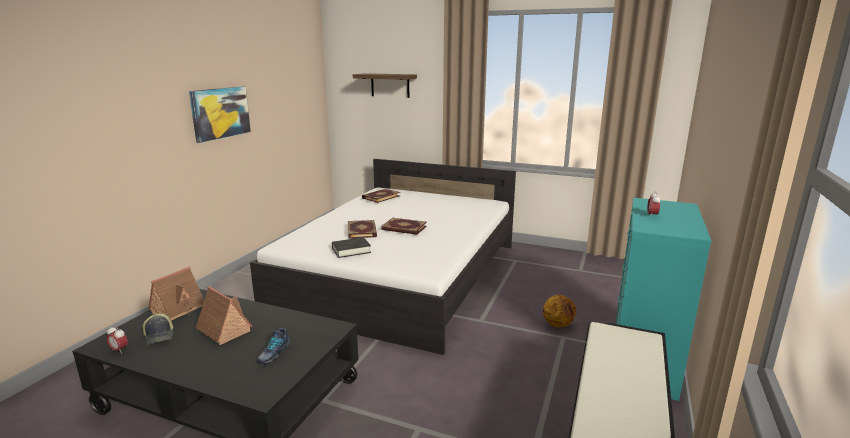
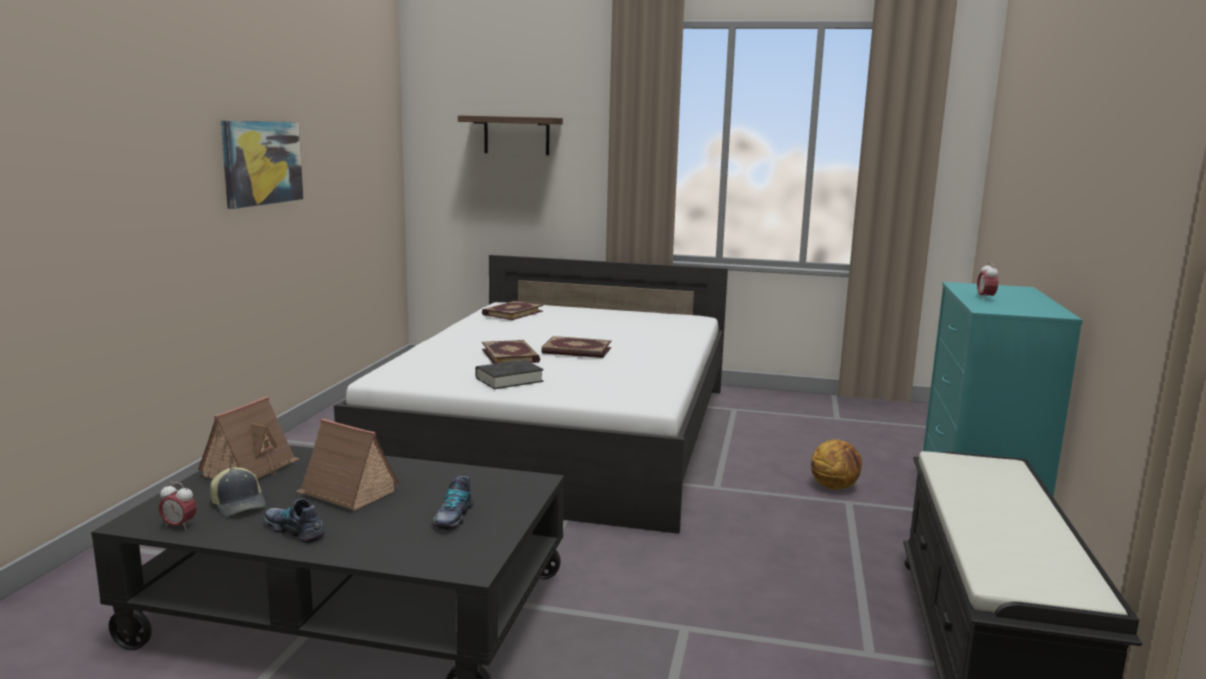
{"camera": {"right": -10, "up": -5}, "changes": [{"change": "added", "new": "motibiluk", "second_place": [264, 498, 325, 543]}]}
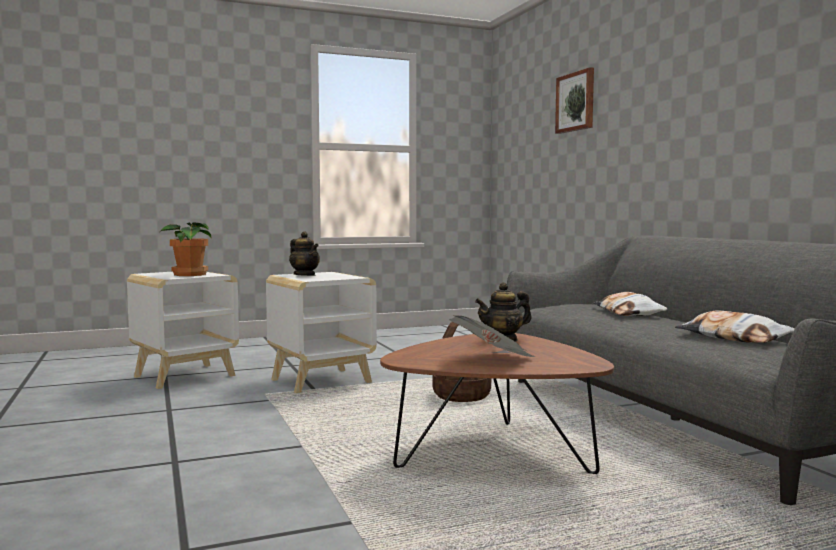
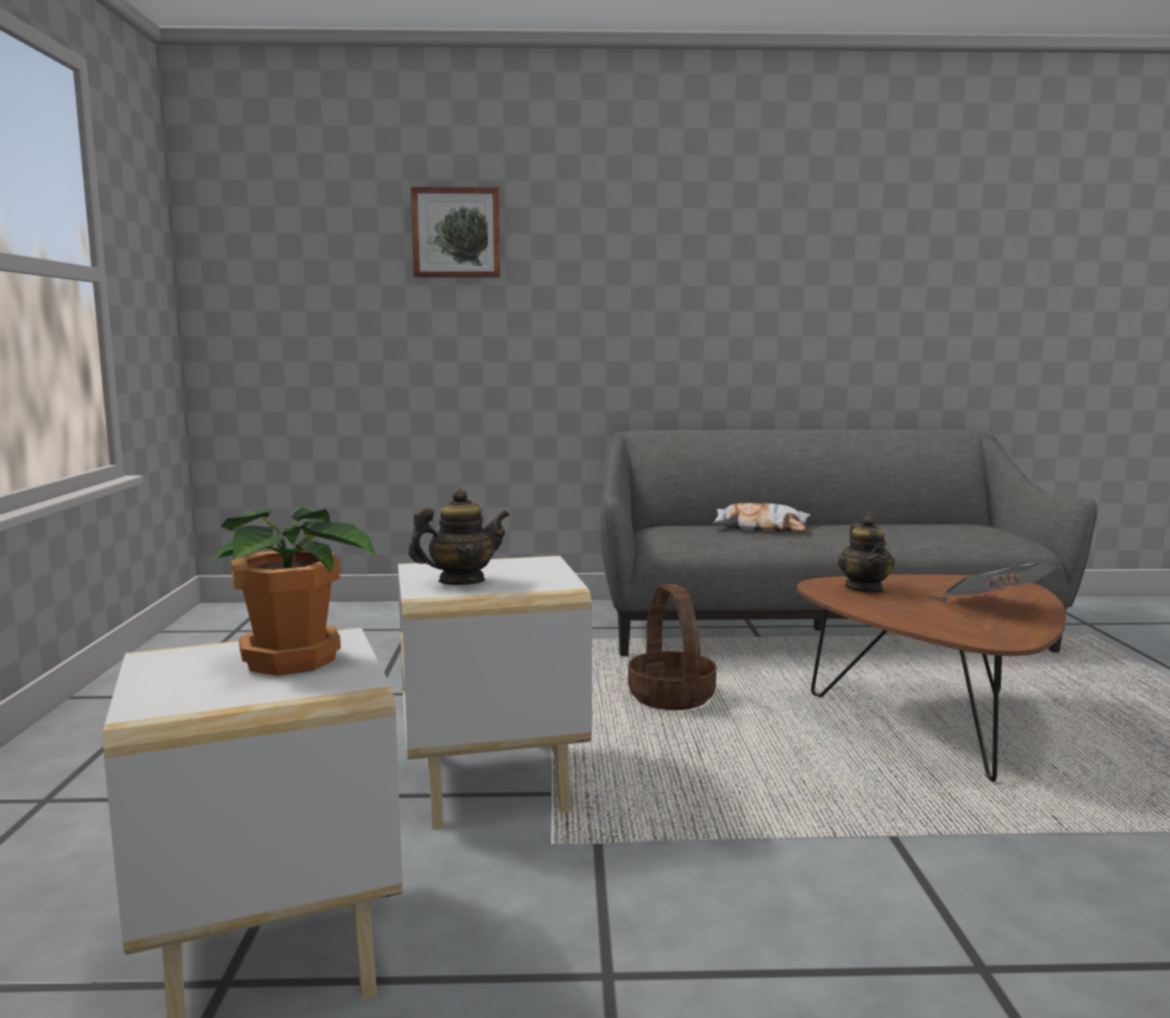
{"camera": {"right": -70, "up": 5}, "changes": [{"change": "removed", "old": "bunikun", "first_place": [675, 310, 795, 343]}]}
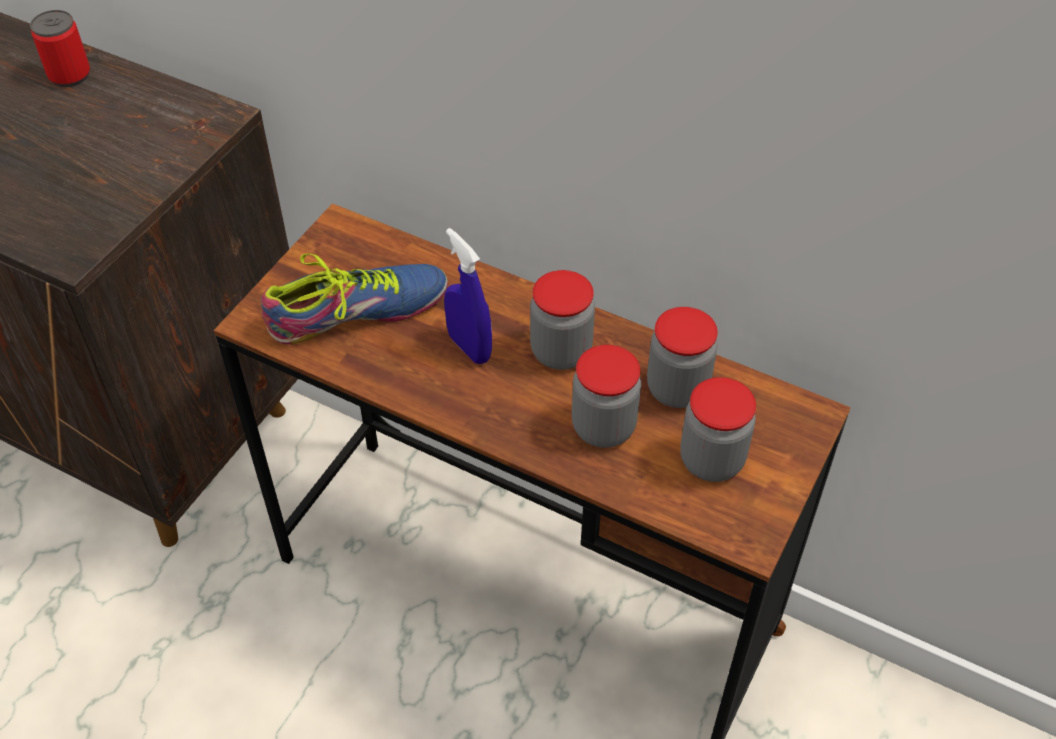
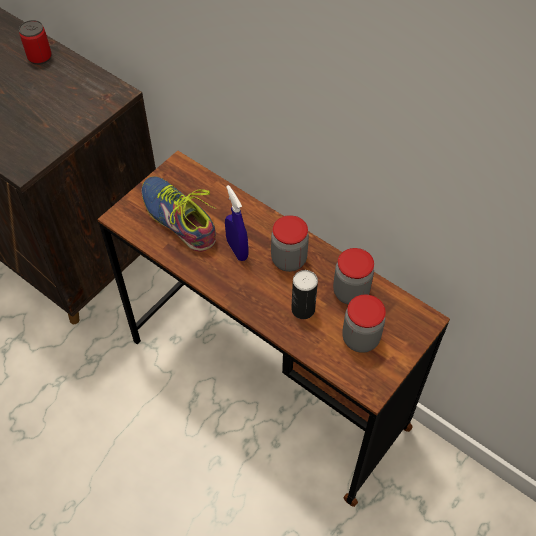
{"camera": {"right": 10, "up": 5}, "changes": [{"change": "turned", "old": "motibiluk", "first_place": [261, 253, 448, 345], "second_place": [141, 176, 216, 252], "degrees": -120}, {"change": "replaced", "old": "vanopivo", "new": "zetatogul", "first_place": [572, 345, 641, 448], "second_place": [291, 270, 318, 319]}]}
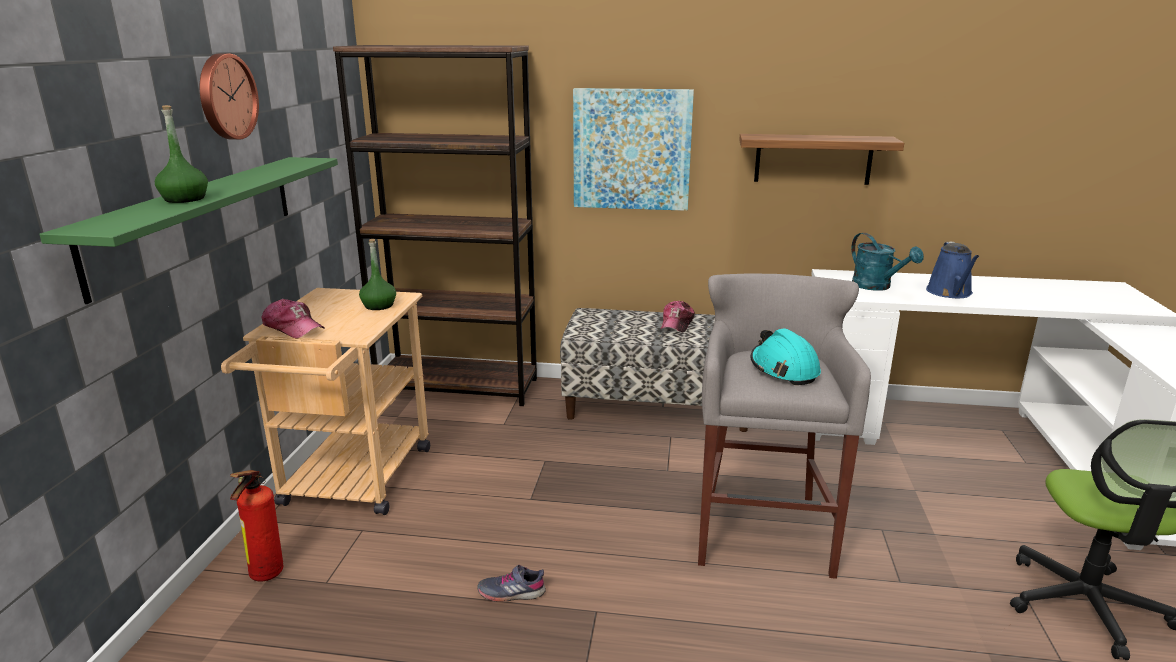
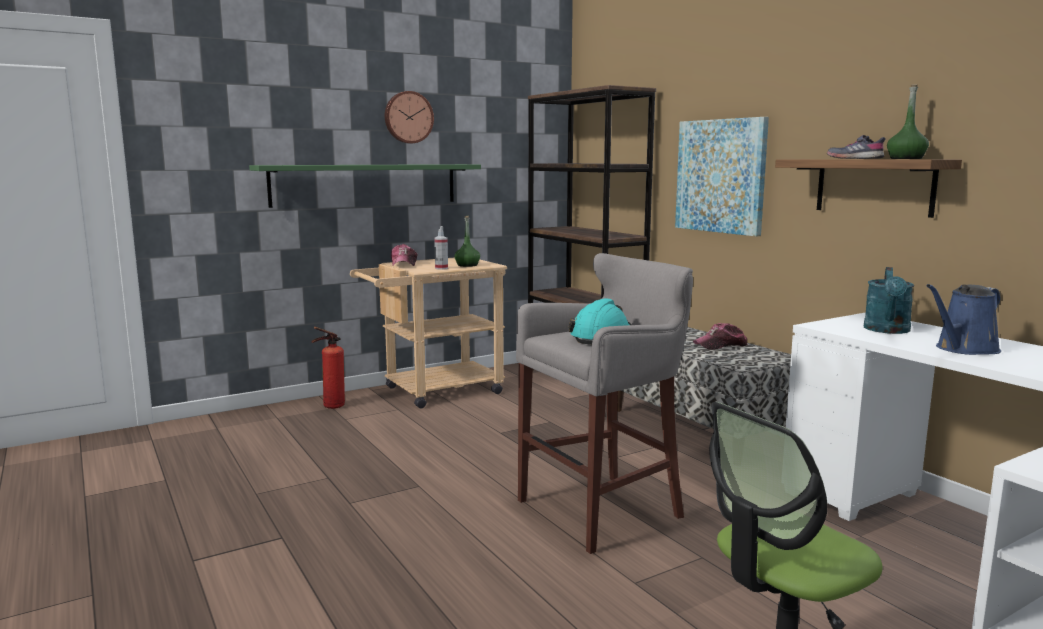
{"camera": {"right": 50, "up": -10}, "changes": [{"change": "added", "new": "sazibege", "second_place": [434, 226, 448, 270]}, {"change": "moved", "old": "grey motibiluk", "first_place": [477, 565, 546, 602], "second_place": [827, 135, 886, 159]}, {"change": "moved", "old": "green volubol", "first_place": [155, 105, 208, 203], "second_place": [887, 84, 929, 159]}]}
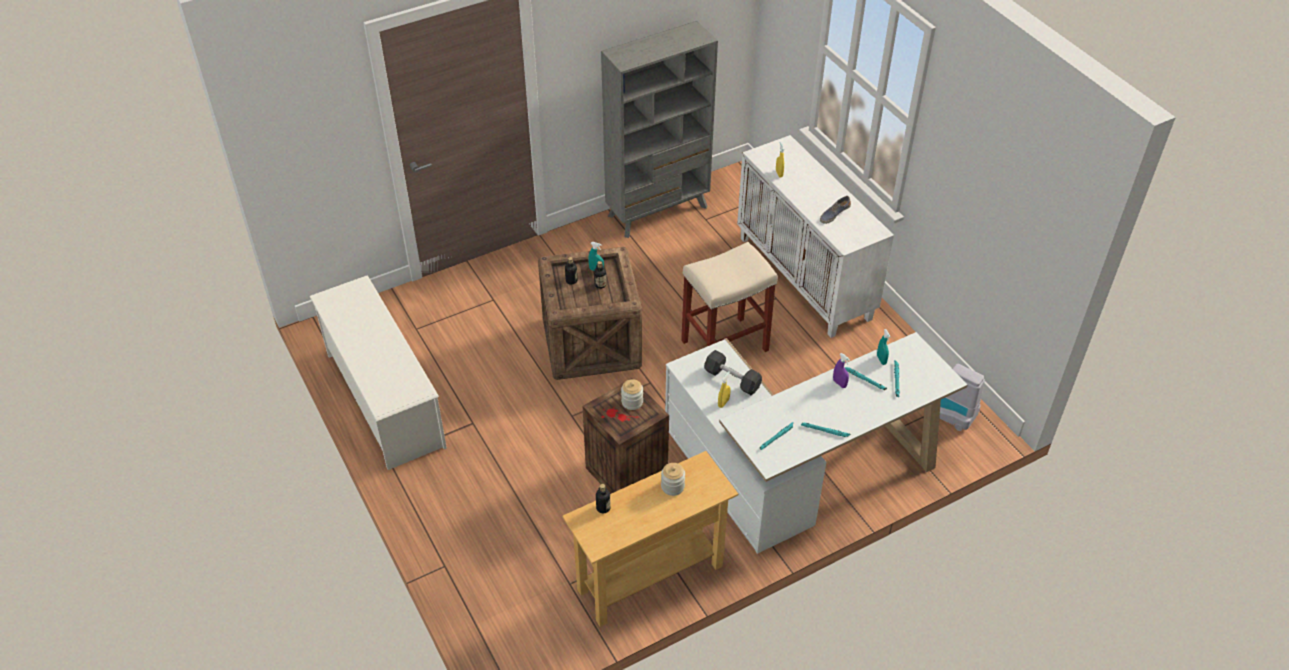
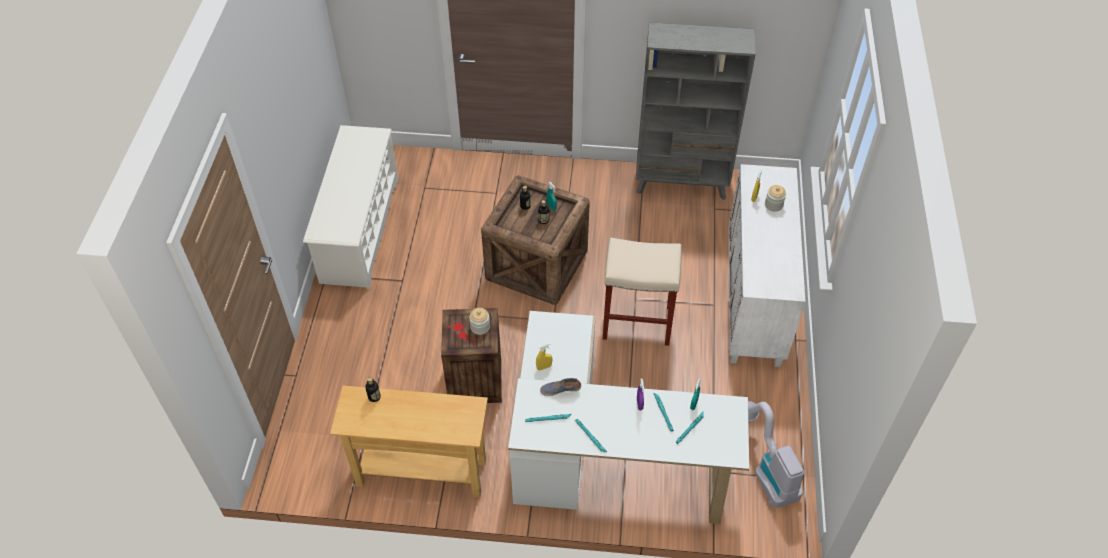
{"camera": {"right": 35, "up": 5}, "changes": [{"change": "moved", "old": "motibiluk", "first_place": [820, 196, 851, 224], "second_place": [540, 378, 581, 396]}, {"change": "moved", "old": "vanopivo", "first_place": [661, 463, 685, 496], "second_place": [765, 185, 786, 211]}, {"change": "removed", "old": "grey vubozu", "first_place": [704, 350, 762, 395]}]}
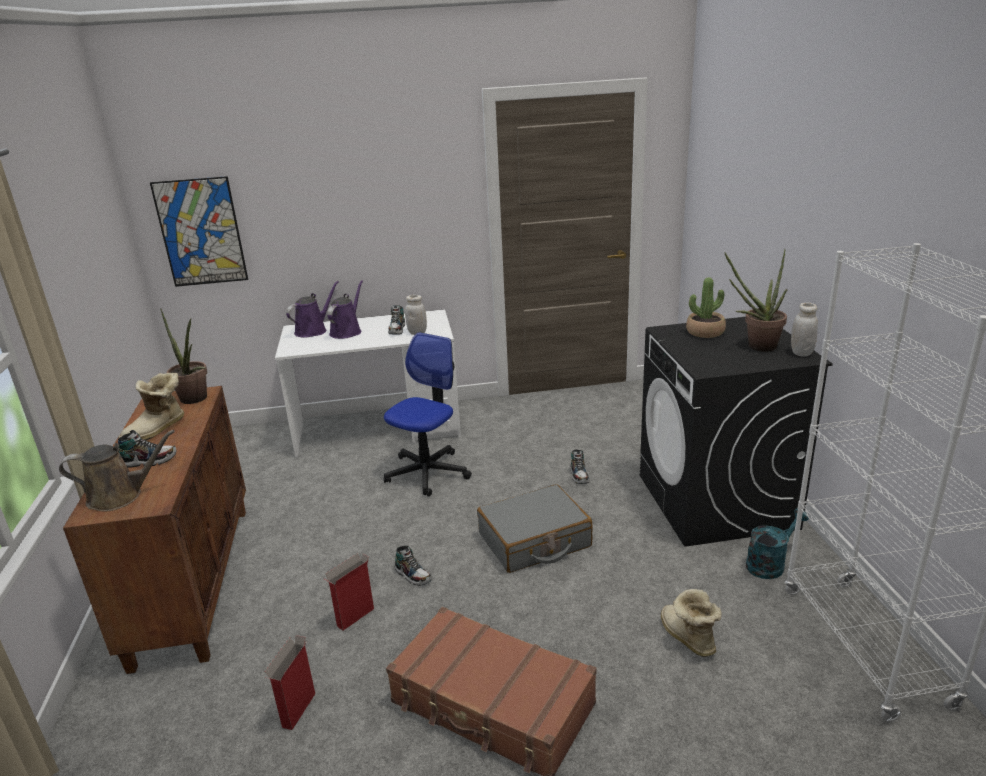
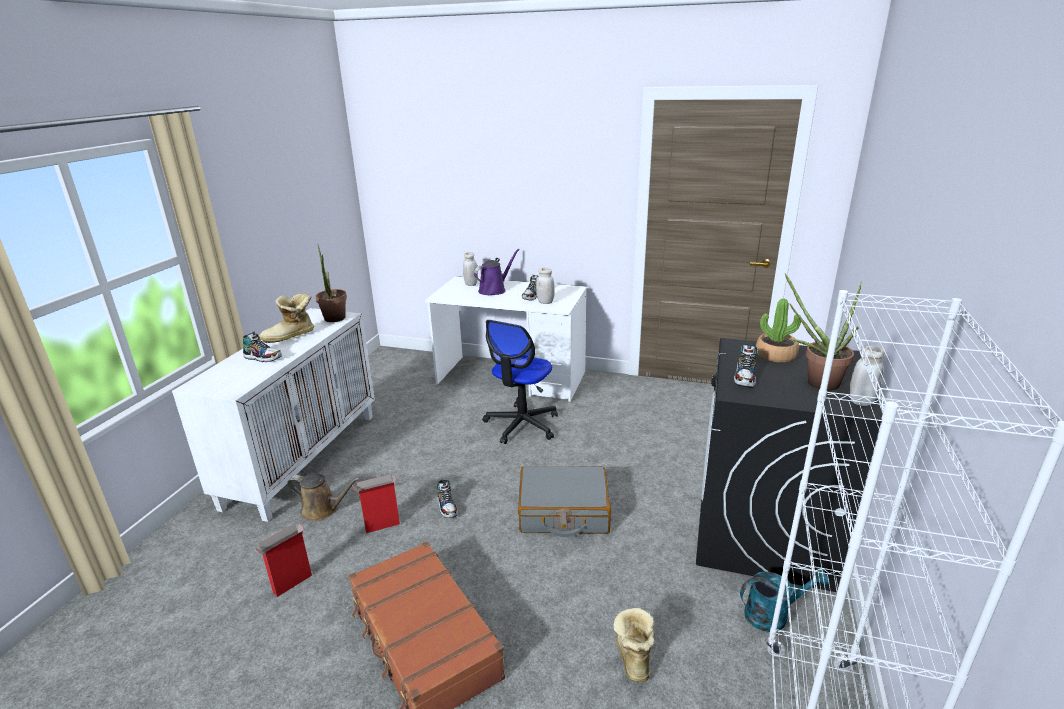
{"camera": {"right": 25, "up": 0}, "changes": [{"change": "recoloured", "old": "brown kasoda", "new": "white kasoda", "first_place": [63, 386, 246, 674], "second_place": [172, 308, 375, 522]}, {"change": "moved", "old": "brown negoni", "first_place": [59, 430, 175, 512], "second_place": [287, 473, 360, 521]}, {"change": "replaced", "old": "purple negoni", "new": "white vanopivo", "first_place": [286, 281, 339, 338], "second_place": [463, 252, 478, 286]}, {"change": "turned", "old": "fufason", "first_place": [384, 332, 472, 496], "second_place": [482, 320, 558, 444], "degrees": 150}, {"change": "moved", "old": "motibiluk", "first_place": [570, 449, 589, 484], "second_place": [734, 344, 758, 388]}, {"change": "removed", "old": "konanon", "first_place": [150, 176, 248, 287]}]}
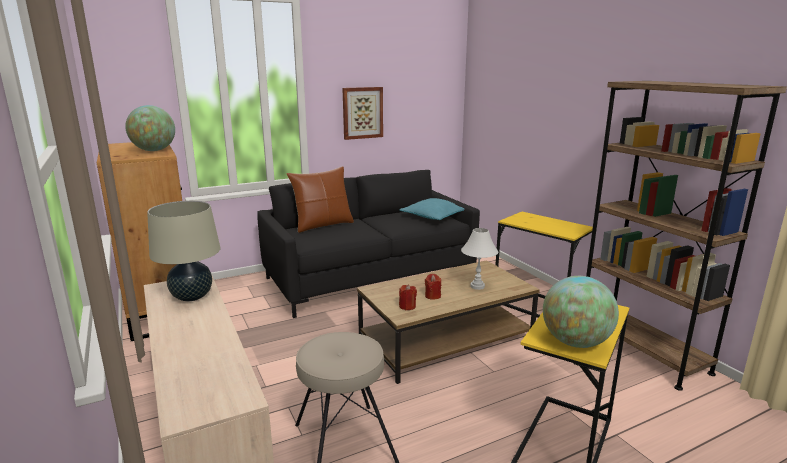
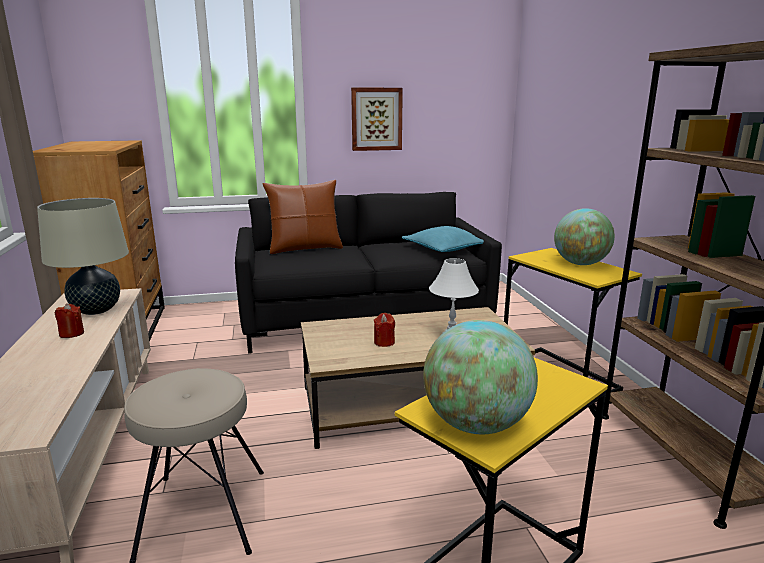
{"camera": {"right": 15, "up": 0}, "changes": [{"change": "moved", "old": "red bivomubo", "first_place": [399, 284, 417, 310], "second_place": [55, 303, 84, 338]}, {"change": "moved", "old": "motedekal", "first_place": [125, 105, 175, 151], "second_place": [554, 208, 615, 265]}]}
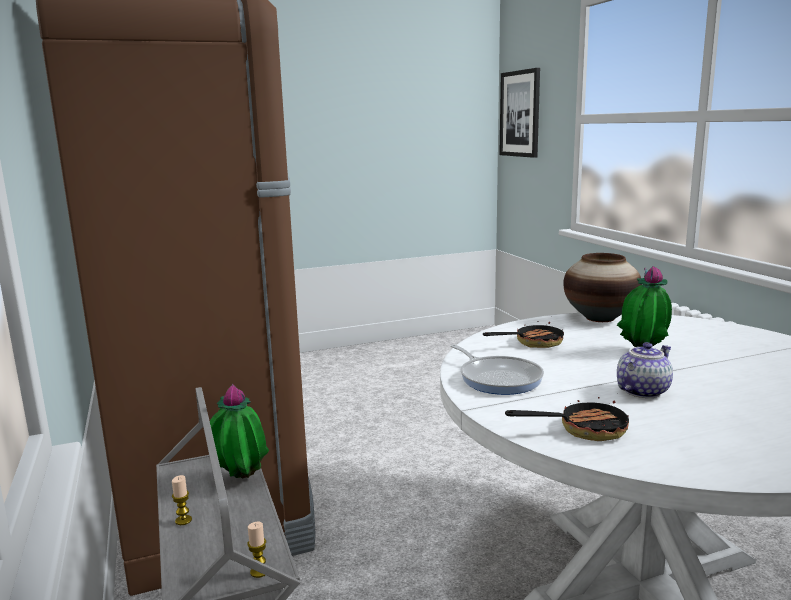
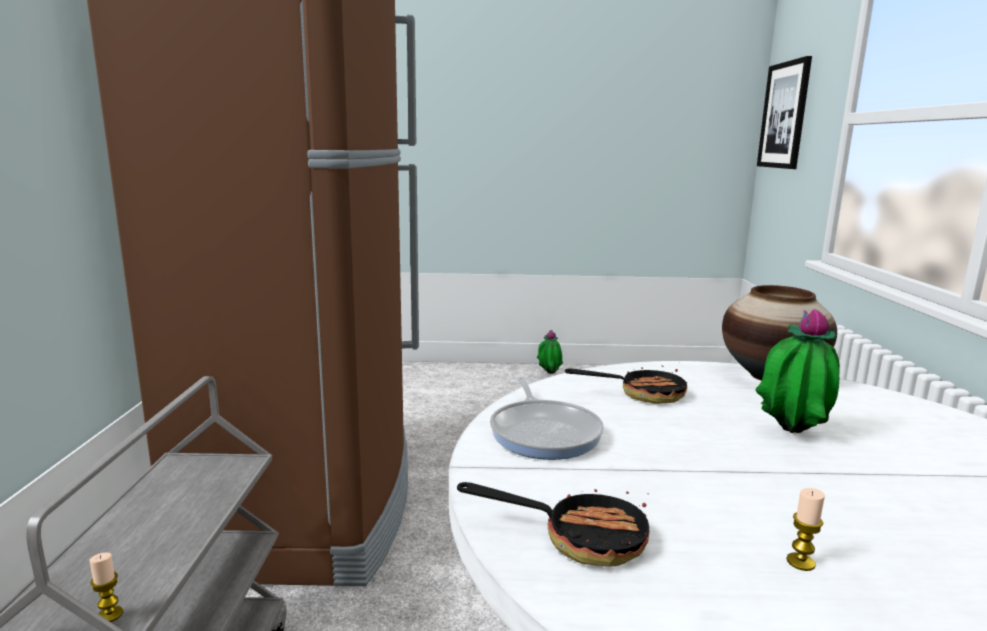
{"camera": {"right": 20, "up": 0}, "changes": [{"change": "moved", "old": "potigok", "first_place": [210, 384, 269, 478], "second_place": [537, 330, 563, 374]}, {"change": "moved", "old": "bivomubo", "first_place": [172, 475, 192, 525], "second_place": [786, 488, 825, 571]}, {"change": "removed", "old": "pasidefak", "first_place": [617, 342, 673, 398]}]}
